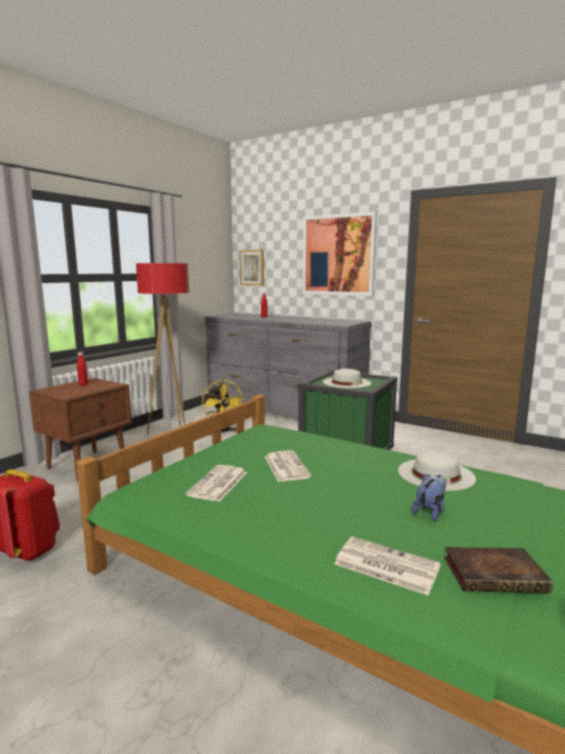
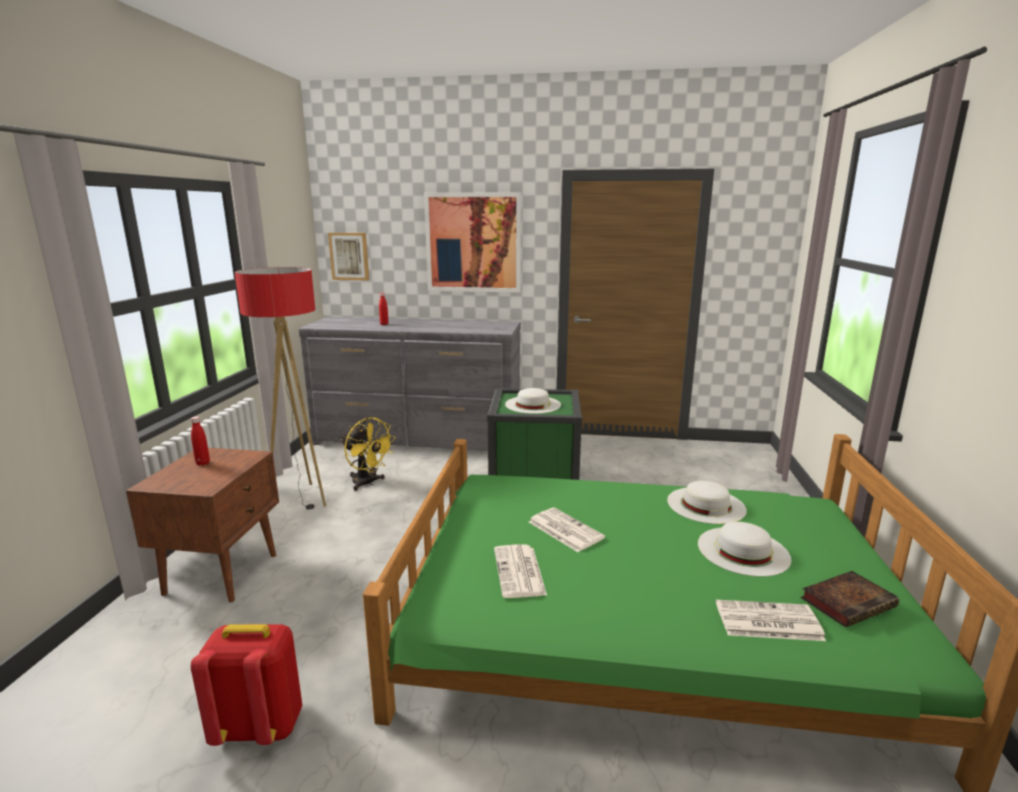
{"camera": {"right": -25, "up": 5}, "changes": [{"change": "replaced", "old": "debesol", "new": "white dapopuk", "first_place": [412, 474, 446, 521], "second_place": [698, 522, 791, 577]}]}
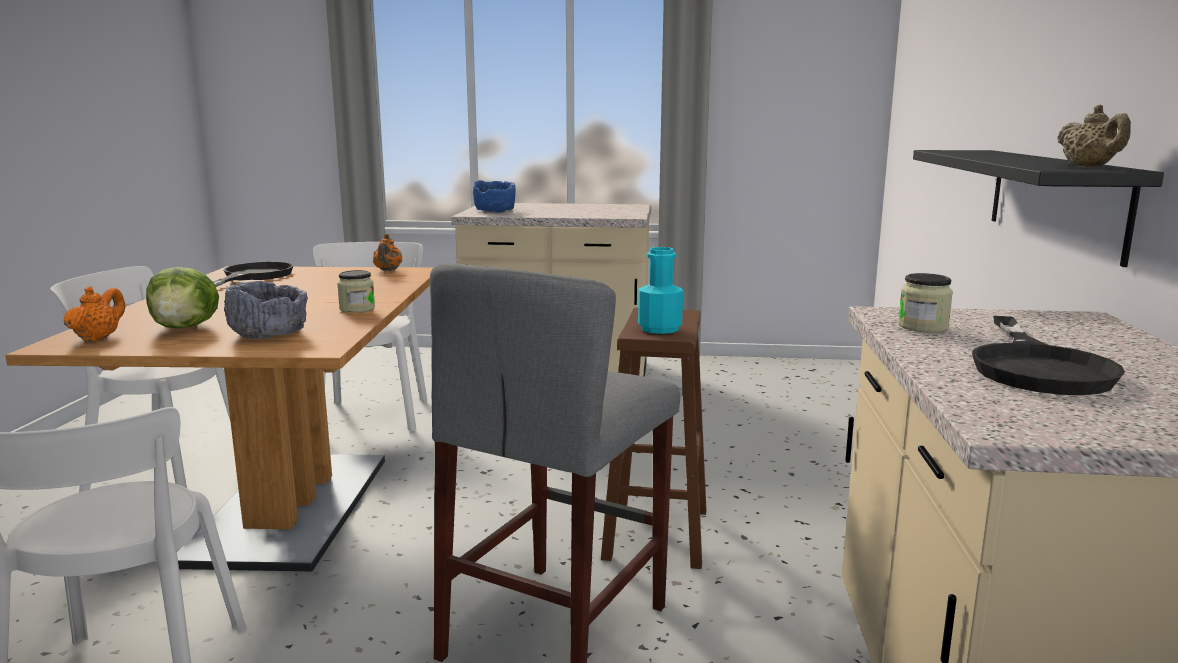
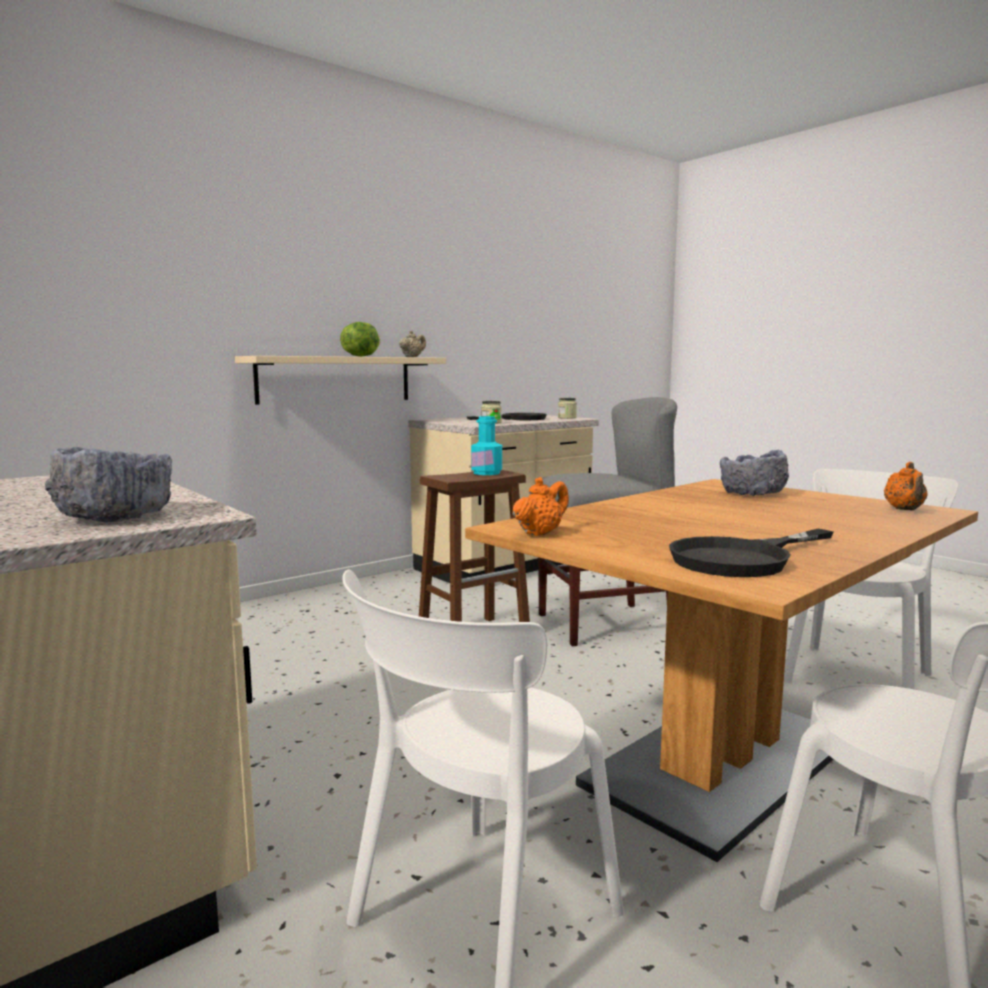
{"camera": {"right": -135, "up": -5}, "changes": [{"change": "recoloured", "old": "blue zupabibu", "new": "grey zupabibu", "first_place": [473, 180, 516, 213], "second_place": [45, 447, 172, 522]}, {"change": "recoloured", "old": "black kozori", "new": "beige kozori", "first_place": [913, 150, 1164, 267], "second_place": [235, 356, 446, 405]}, {"change": "moved", "old": "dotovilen", "first_place": [146, 267, 219, 329], "second_place": [340, 322, 380, 357]}, {"change": "moved", "old": "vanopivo", "first_place": [337, 270, 375, 313], "second_place": [558, 398, 577, 419]}, {"change": "turned", "old": "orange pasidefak", "first_place": [64, 286, 125, 341], "second_place": [884, 462, 928, 510], "degrees": -45}]}
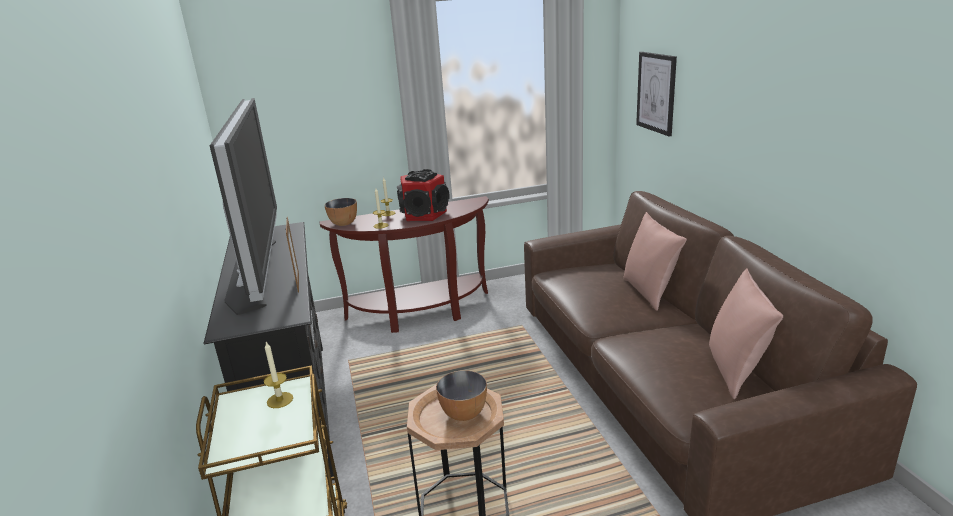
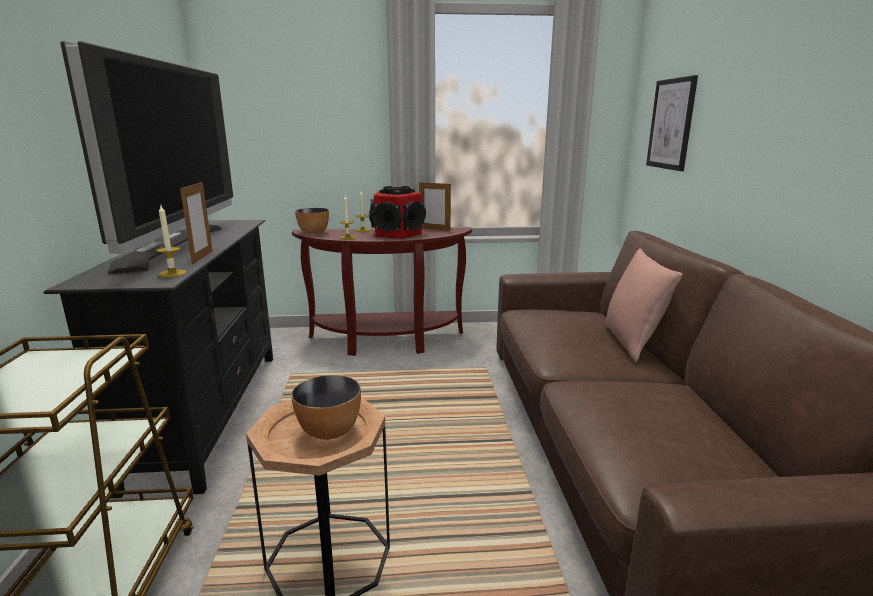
{"camera": {"right": 10, "up": -5}, "changes": [{"change": "moved", "old": "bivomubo", "first_place": [264, 342, 293, 408], "second_place": [156, 205, 187, 277]}, {"change": "added", "new": "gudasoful", "second_place": [419, 181, 451, 231]}, {"change": "removed", "old": "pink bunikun", "first_place": [709, 268, 783, 399]}]}
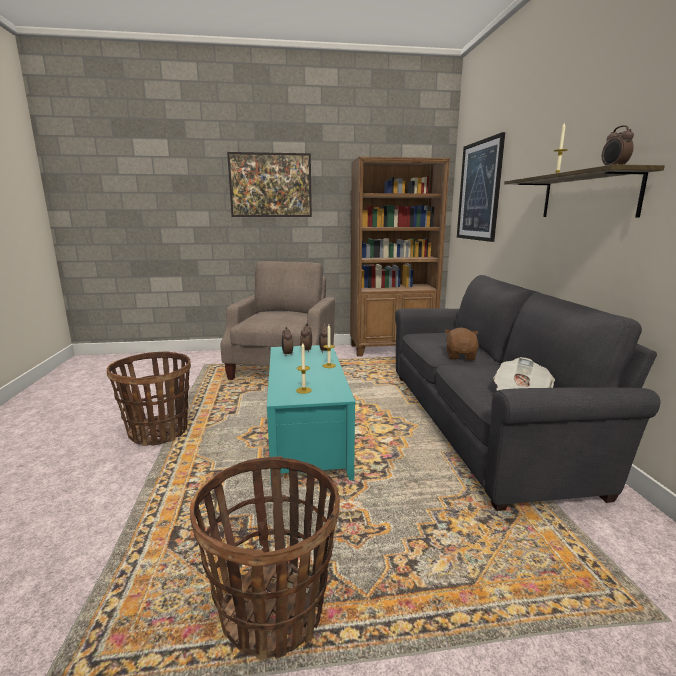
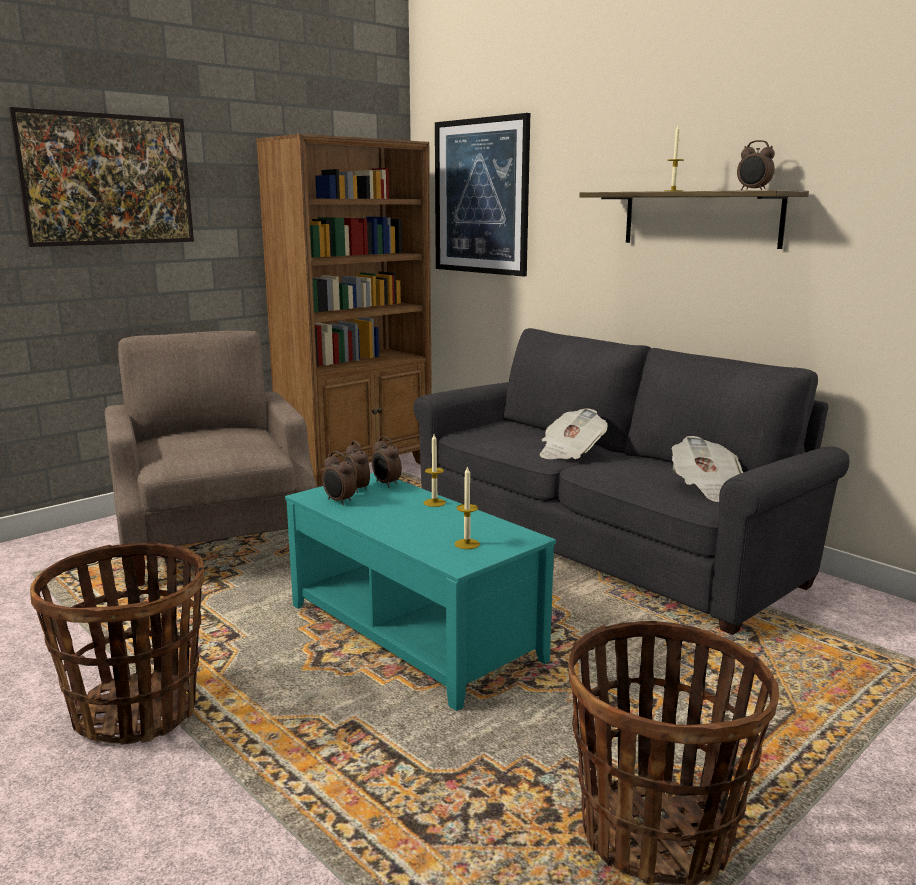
{"camera": {"right": -35, "up": 0}, "changes": [{"change": "replaced", "old": "brown debesol", "new": "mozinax", "first_place": [445, 328, 479, 360], "second_place": [539, 408, 608, 459]}]}
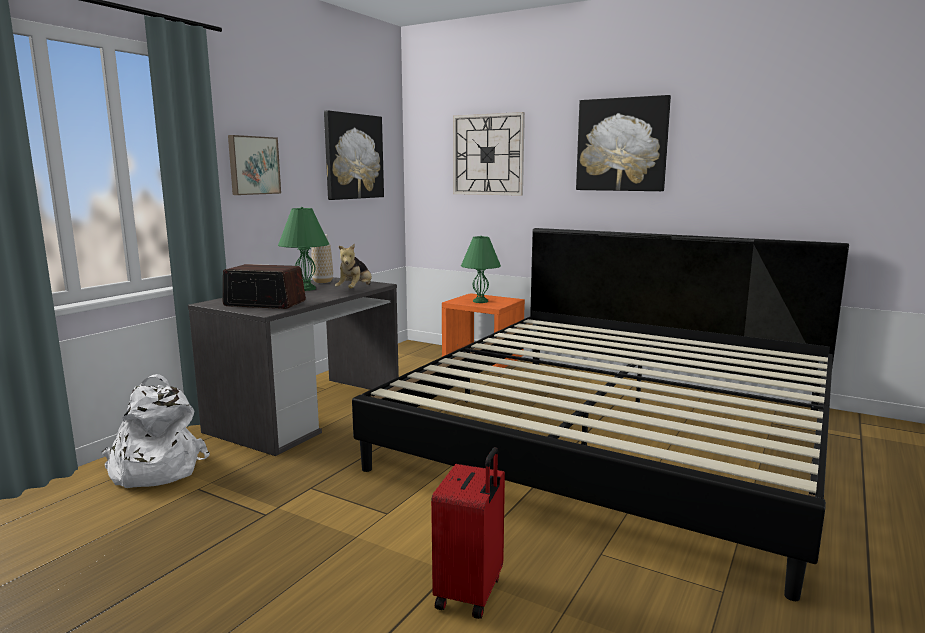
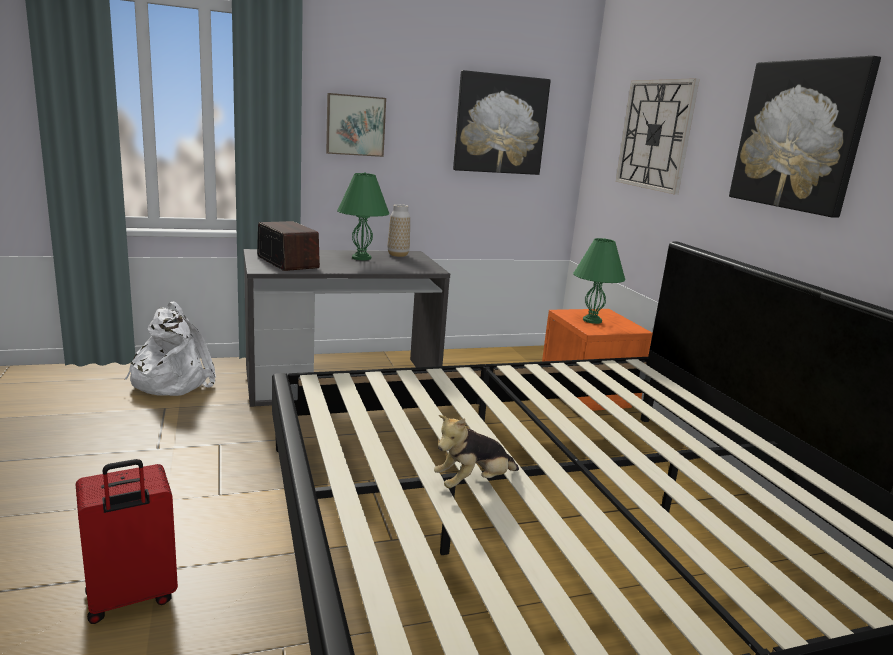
{"camera": {"right": 40, "up": 5}, "changes": [{"change": "moved", "old": "debesol", "first_place": [335, 244, 372, 289], "second_place": [434, 415, 519, 488]}]}
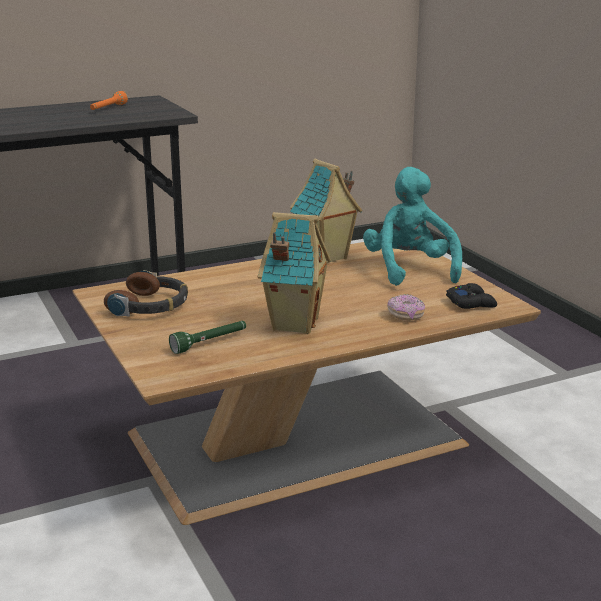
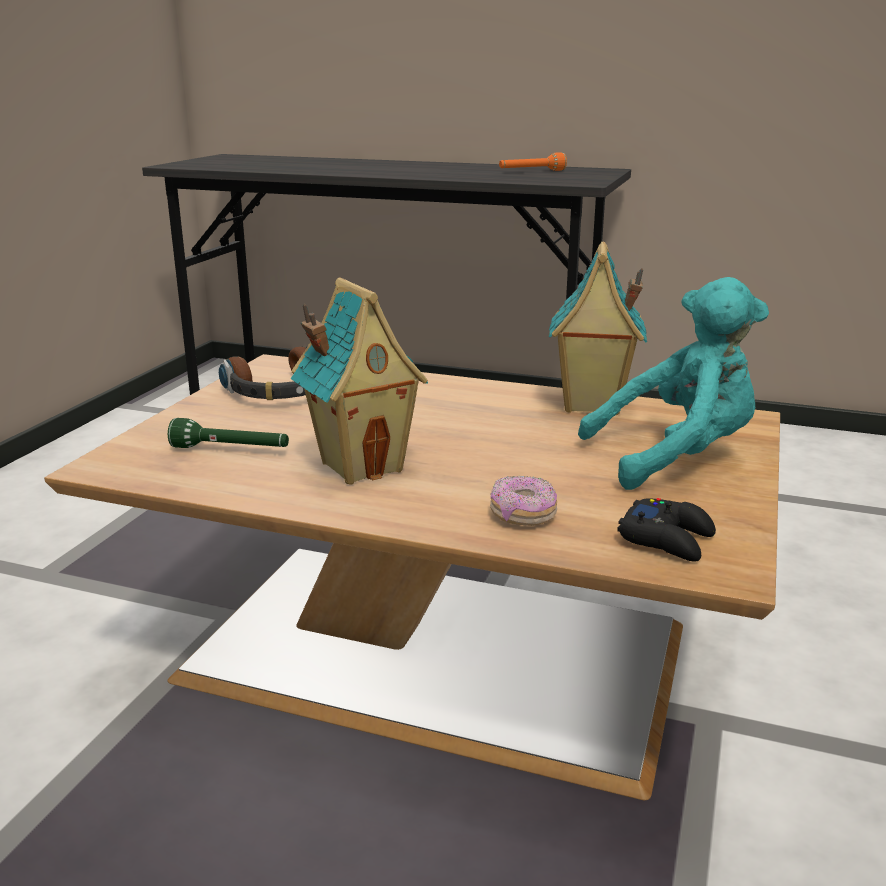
{"camera": {"right": 45, "up": 0}, "changes": [{"change": "turned", "old": "turquoise debesol", "first_place": [363, 167, 462, 286], "second_place": [578, 277, 769, 490], "degrees": 45}]}
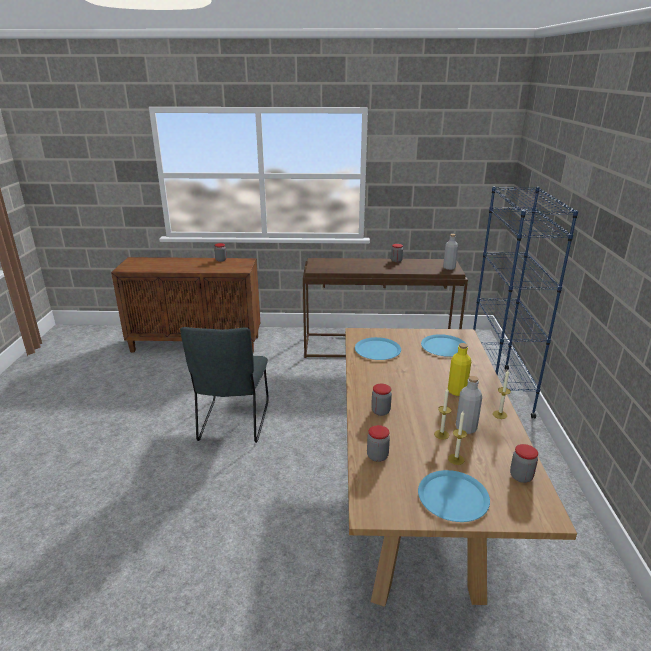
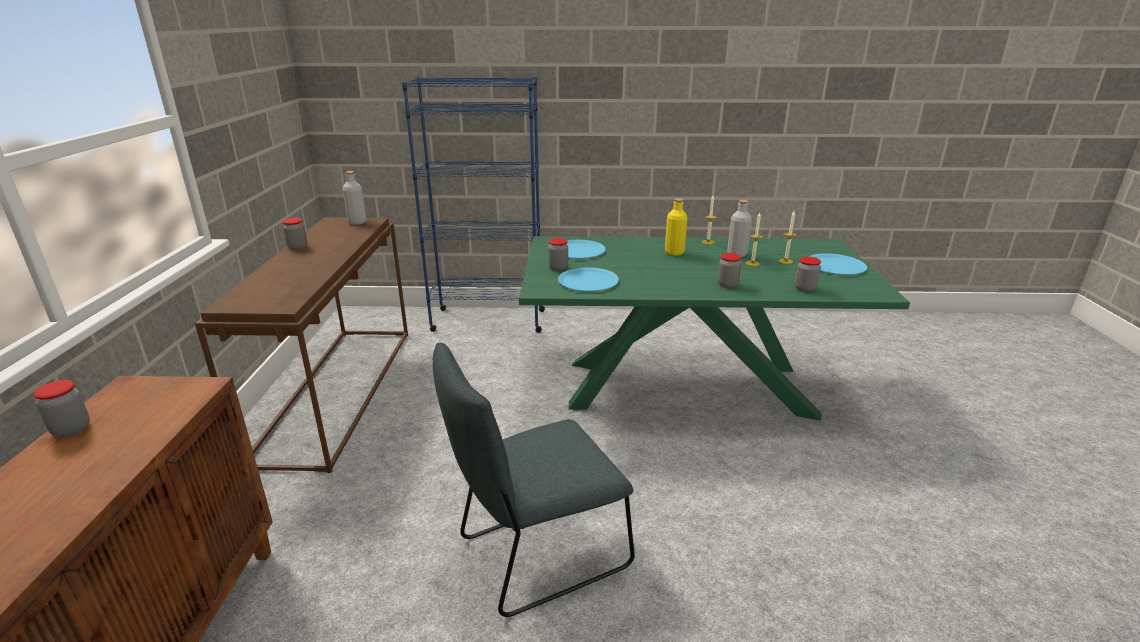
{"camera": {"right": -90, "up": 0}, "changes": [{"change": "turned", "old": "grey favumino", "first_place": [180, 327, 269, 443], "second_place": [433, 343, 635, 617], "degrees": 150}, {"change": "recoloured", "old": "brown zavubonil", "new": "green zavubonil", "first_place": [345, 328, 577, 607], "second_place": [519, 236, 910, 421]}, {"change": "moved", "old": "vanopivo", "first_place": [510, 444, 538, 483], "second_place": [548, 238, 568, 271]}]}
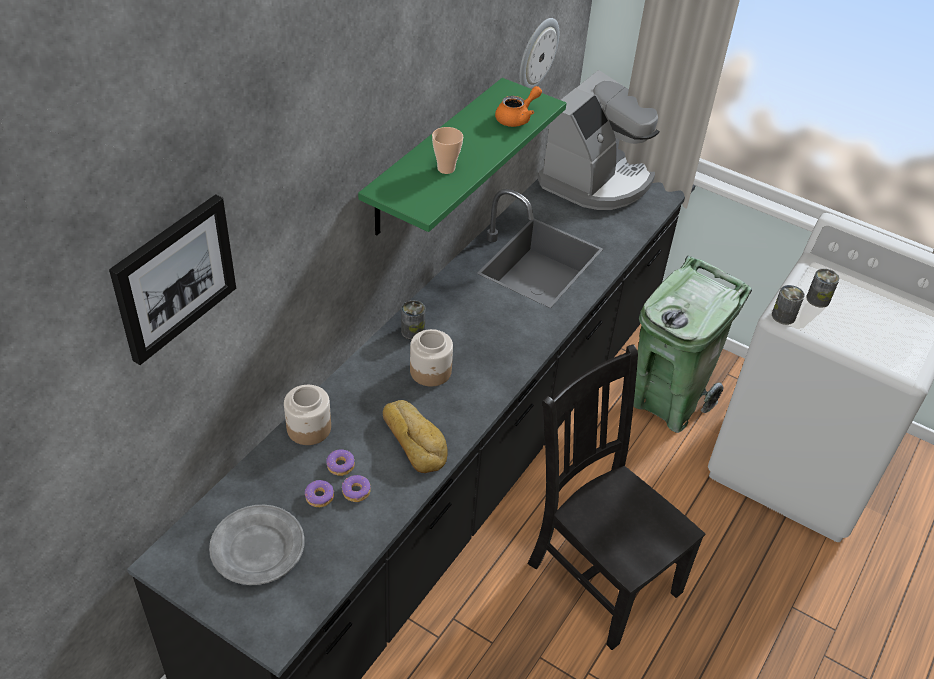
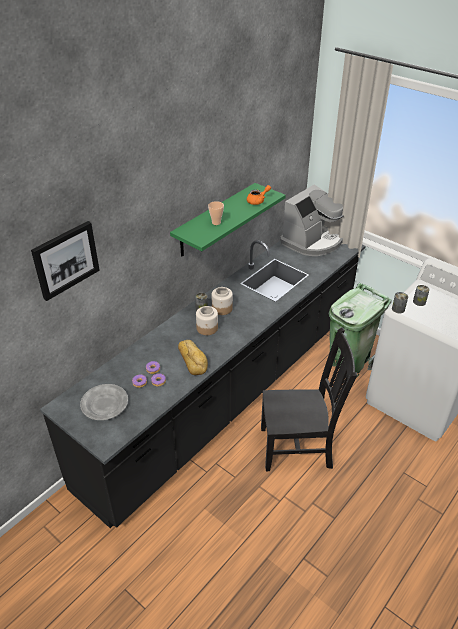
{"camera": {"right": 10, "up": -5}, "changes": [{"change": "moved", "old": "vanopivo", "first_place": [284, 385, 331, 445], "second_place": [212, 287, 233, 315]}, {"change": "turned", "old": "black favumino", "first_place": [527, 344, 705, 650], "second_place": [261, 328, 357, 471], "degrees": 120}, {"change": "removed", "old": "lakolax", "first_place": [519, 18, 559, 89]}]}
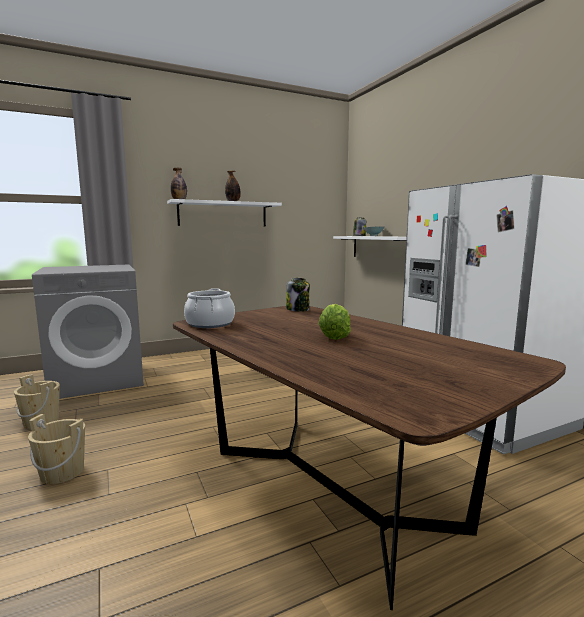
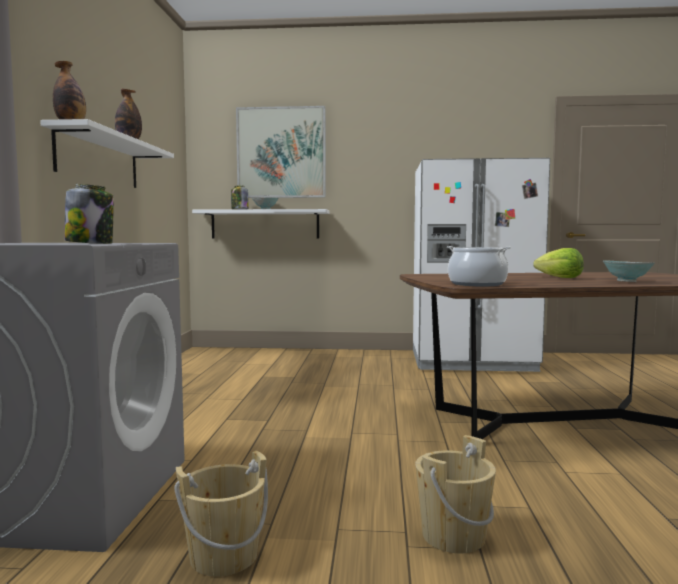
{"camera": {"right": -60, "up": -5}, "changes": [{"change": "moved", "old": "vanopivo", "first_place": [286, 278, 310, 312], "second_place": [64, 184, 114, 244]}, {"change": "added", "new": "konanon", "second_place": [236, 106, 326, 198]}, {"change": "added", "new": "zupabibu", "second_place": [603, 260, 655, 282]}]}
